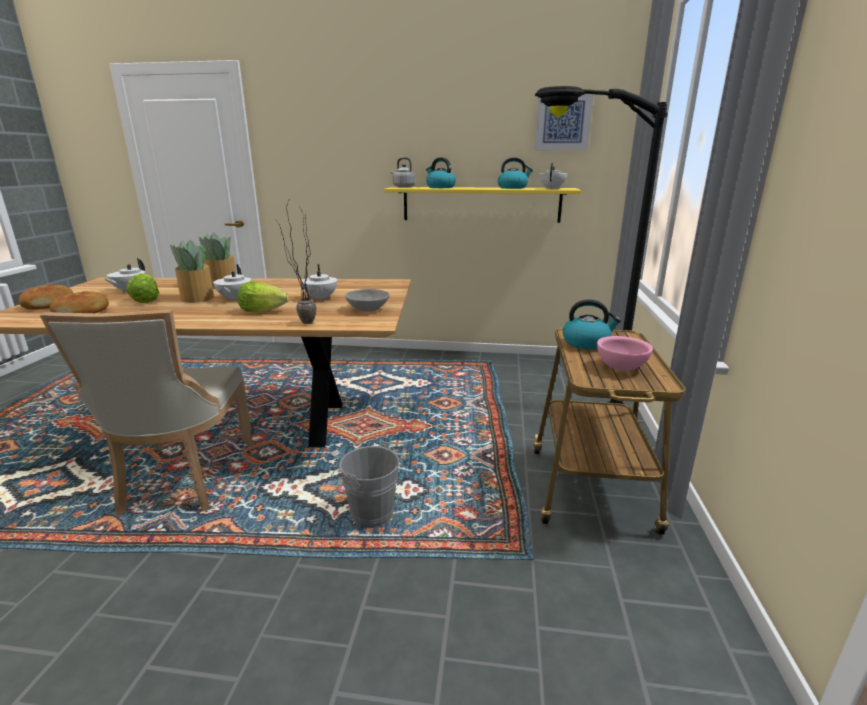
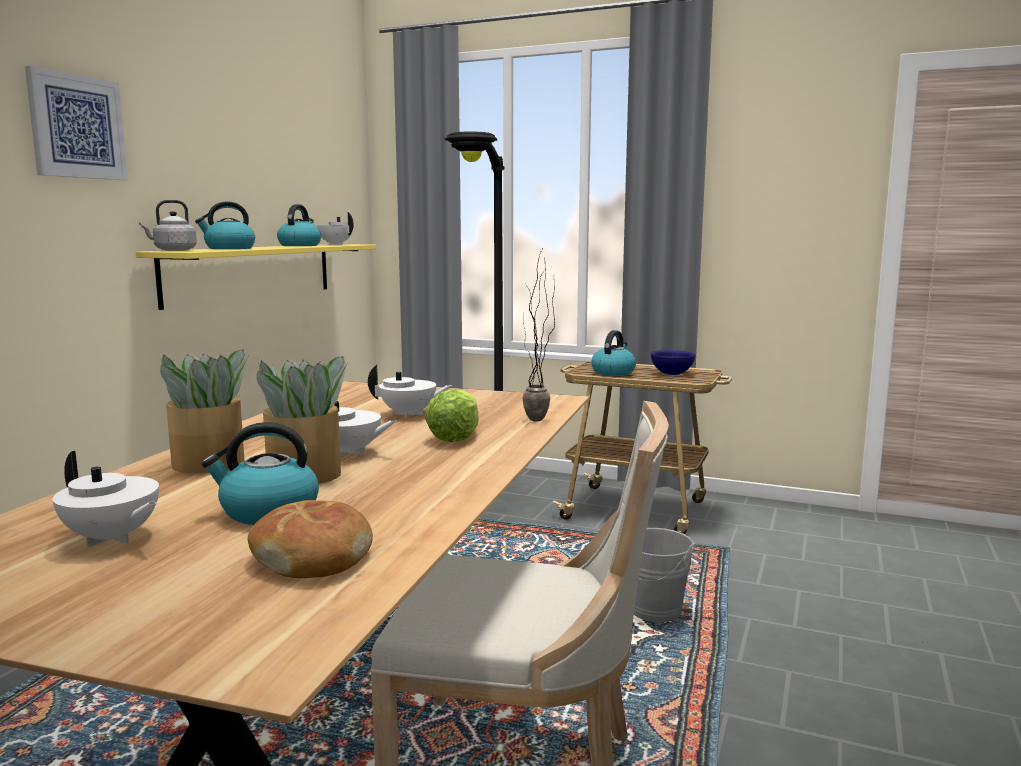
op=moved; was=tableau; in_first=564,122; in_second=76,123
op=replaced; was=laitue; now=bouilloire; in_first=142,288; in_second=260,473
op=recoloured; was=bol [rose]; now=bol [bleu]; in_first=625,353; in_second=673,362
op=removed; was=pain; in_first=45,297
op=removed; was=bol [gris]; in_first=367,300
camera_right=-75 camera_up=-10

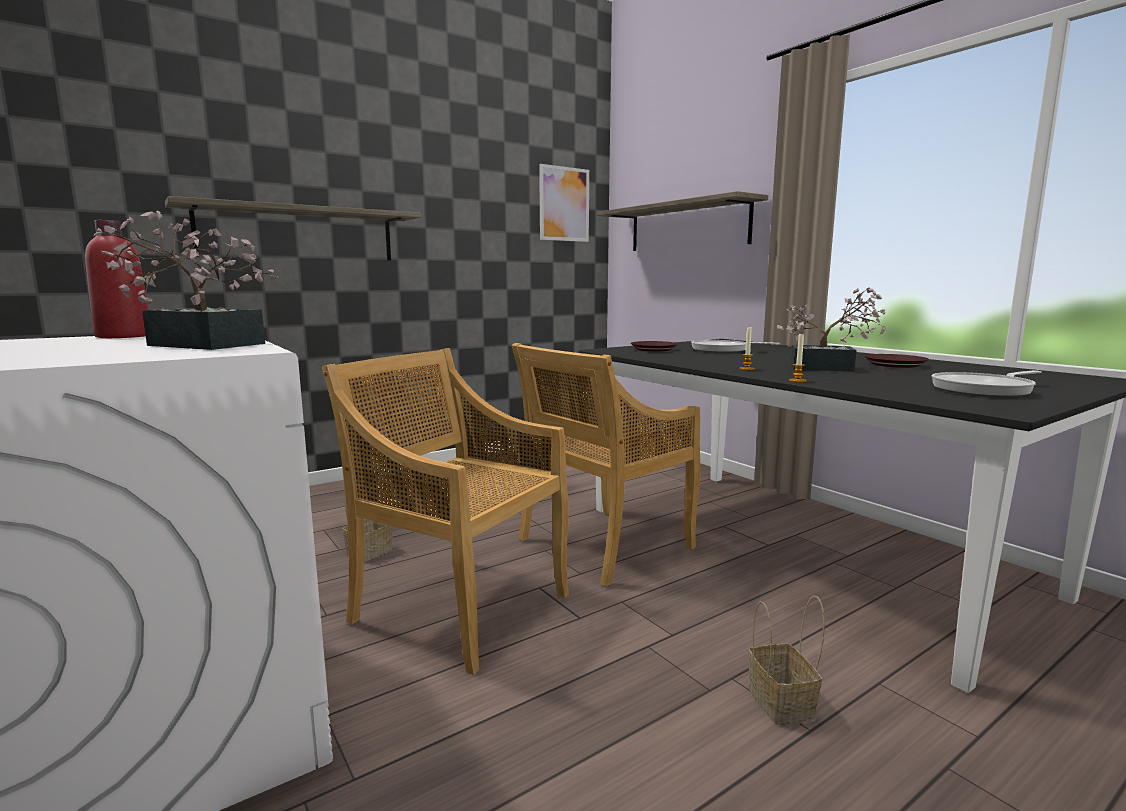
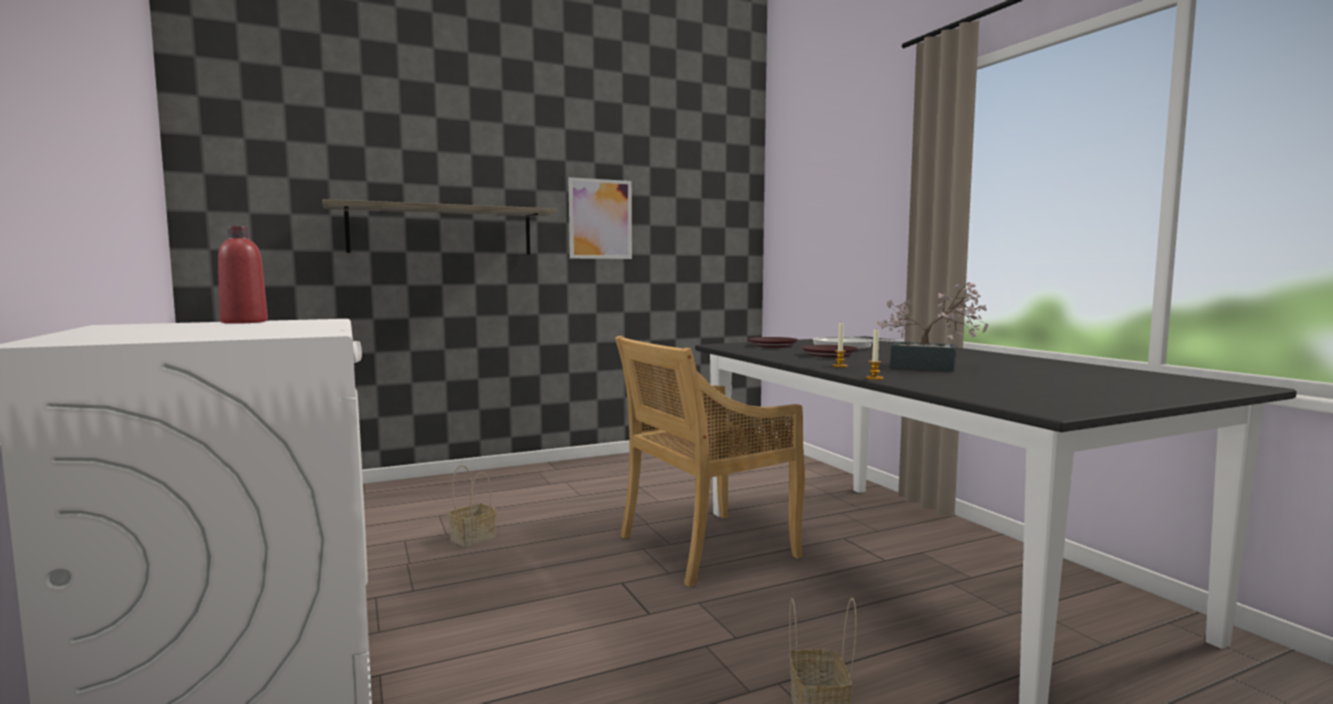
op=moved; was=tableau; in_first=564,203; in_second=600,218
op=moved; was=assiette [marron]; in_first=896,361; in_second=829,351
op=removed; was=plante en pot; in_first=186,280
op=removed; was=chaise [beige]; in_first=445,511
op=removed; was=étagère; in_first=682,221
op=removed; was=poêle; in_first=986,383
camera_right=10 camera_up=-5

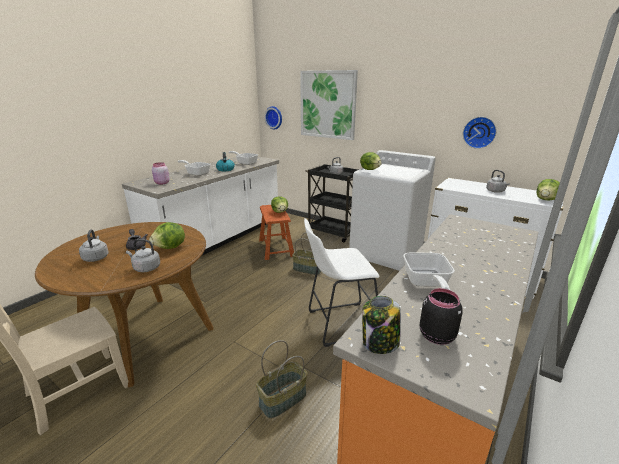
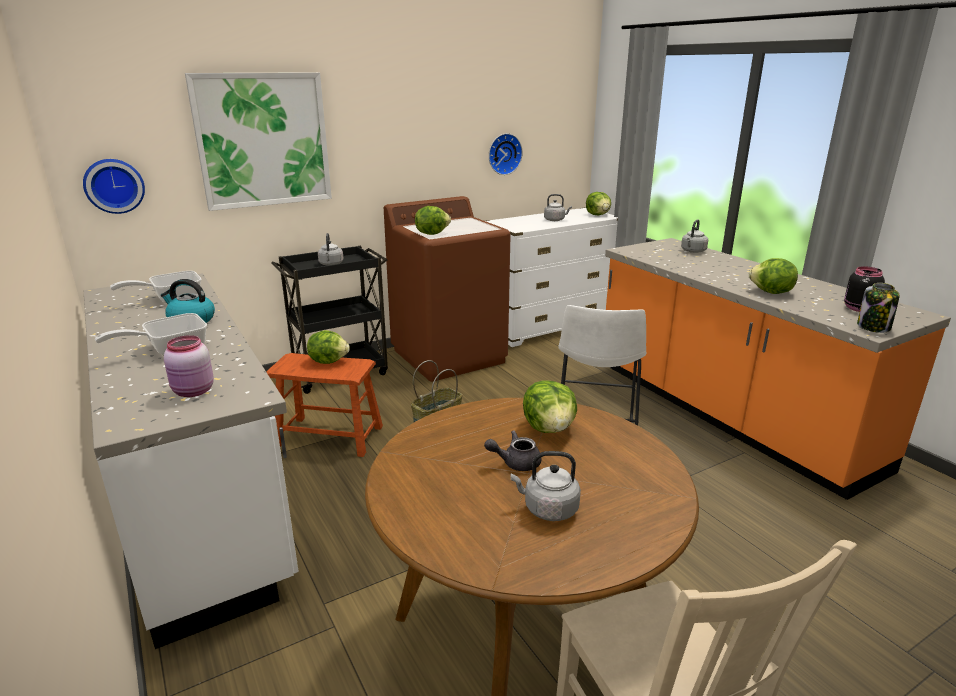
op=recoloured; was=lave-linge [blanc]; now=lave-linge [marron]; in_first=392,210; in_second=447,289
op=moved; was=bouilloire [gris]; in_first=143,255; in_second=694,236
op=replaced; was=poêle; now=laitue; in_first=429,271; in_second=773,276
op=removed; was=panier; in_first=281,379
camera_right=-65 camera_up=0

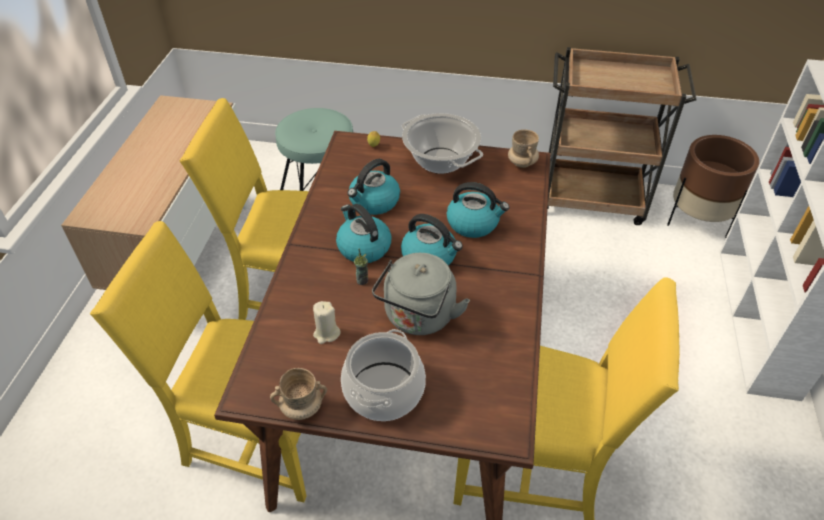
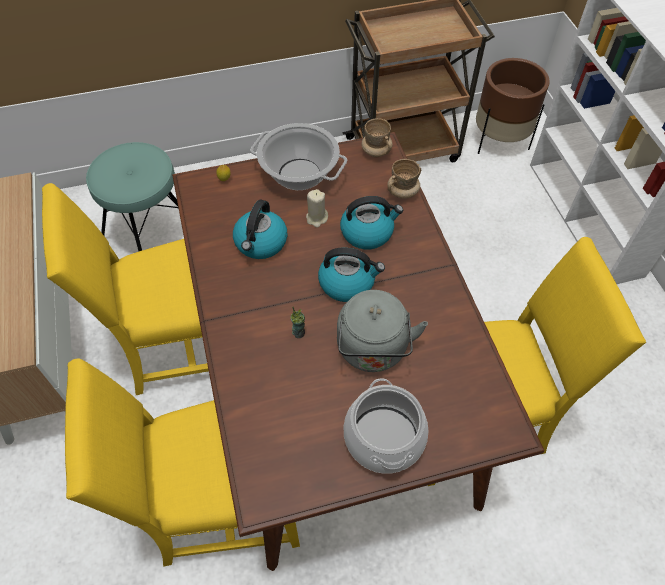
op=moved; was=bougie [beige]; in_first=326,322; in_second=317,208
op=moved; was=mug [beige]; in_first=298,394; in_second=404,179
op=removed; was=bouilloire; in_first=364,233
camera_right=-25 camera_up=10

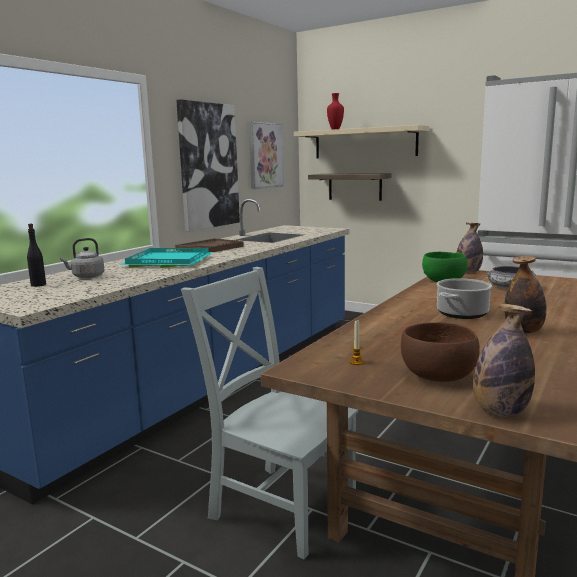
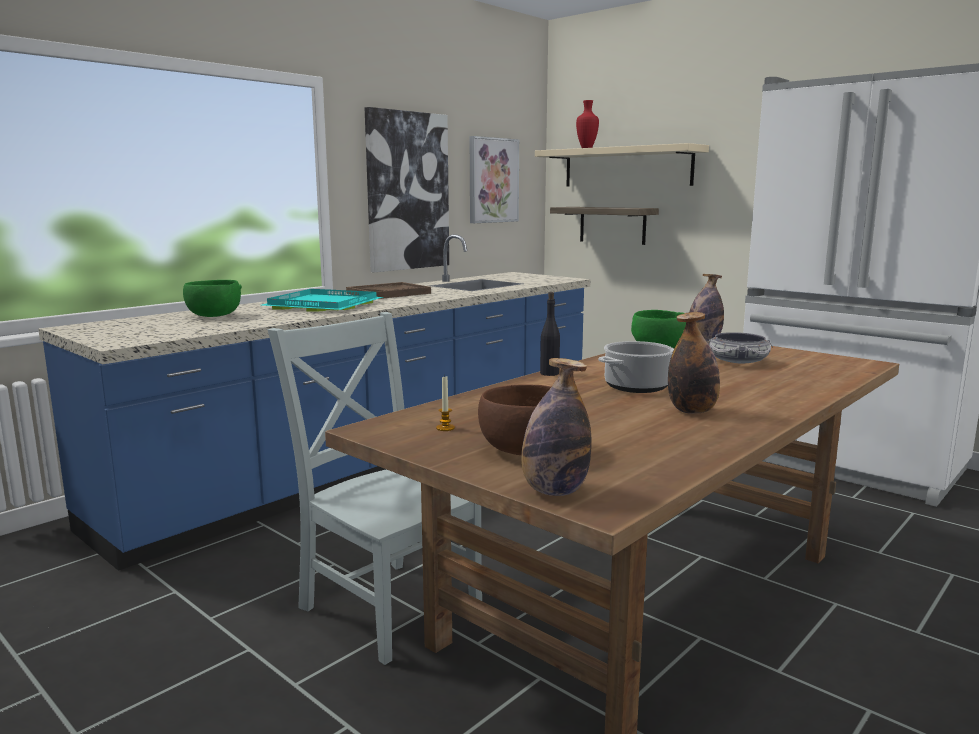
op=replaced; was=bouilloire [gris]; now=bol [vert]; in_first=82,258; in_second=212,298
op=moved; was=bouteille [noir]; in_first=36,255; in_second=550,334
camera_right=10 camera_up=0

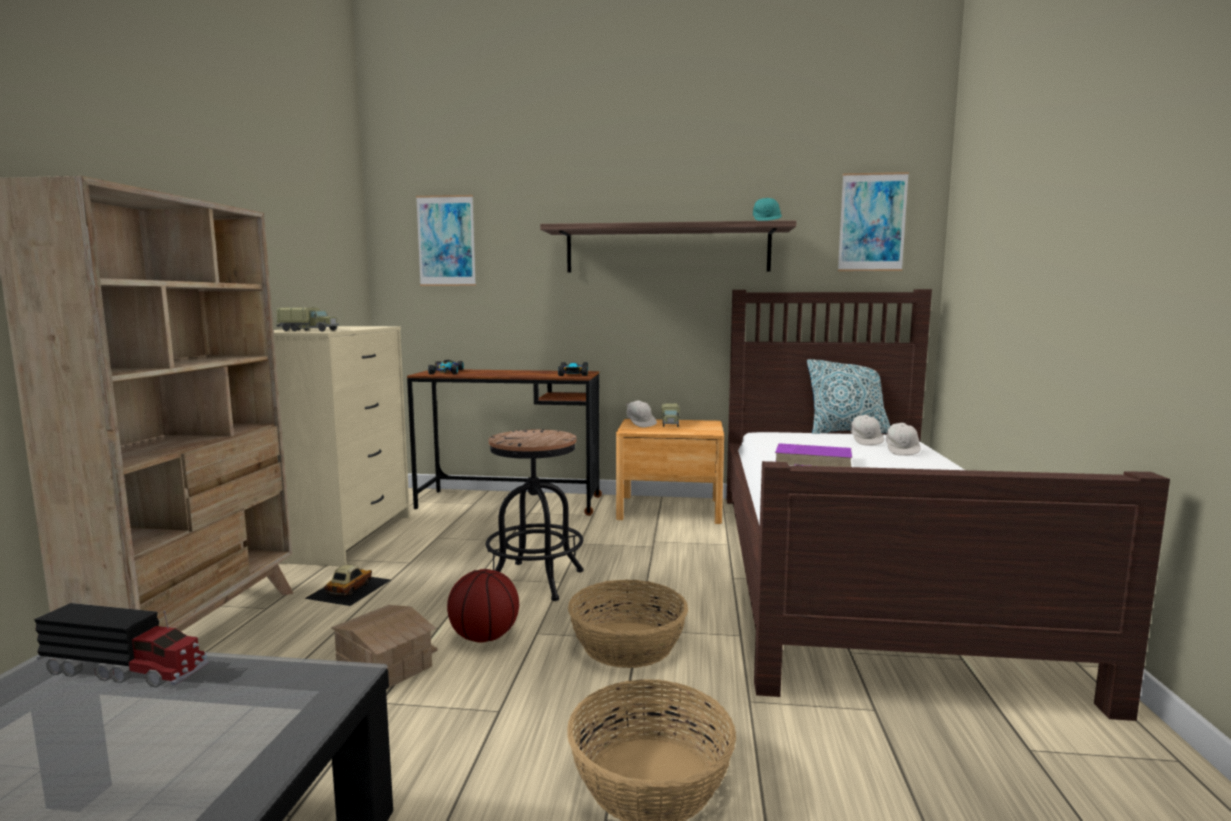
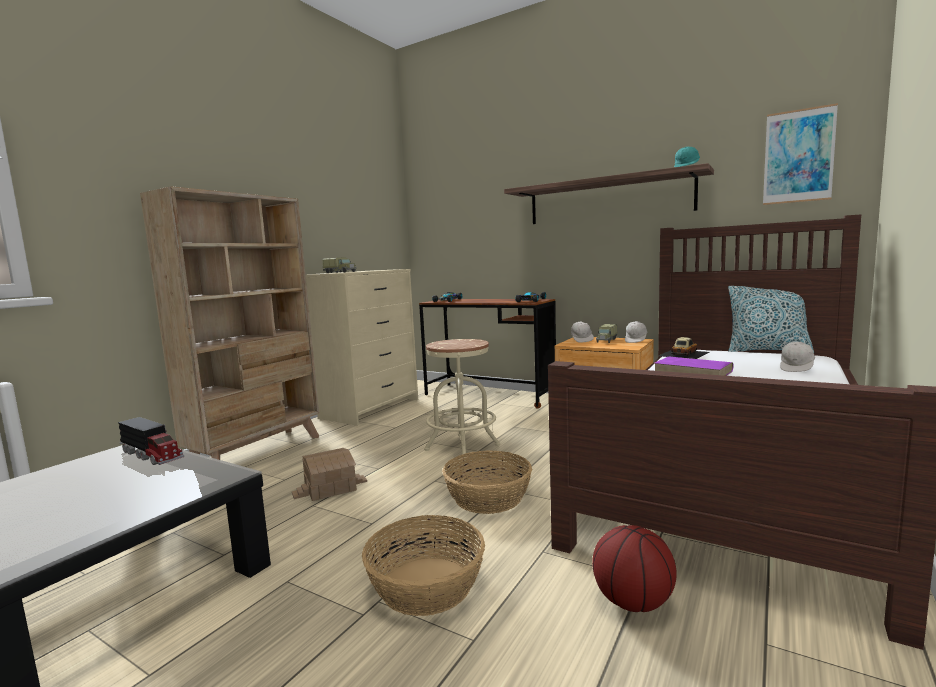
op=recoloured; was=tabouret [noir]; now=tabouret [beige]; in_first=535,515; in_second=462,400
op=moved; was=ballon de basket; in_first=483,606; in_second=634,568
op=moved; was=casquette [blanc]; in_first=867,430; in_second=636,332
op=moved; was=petite voiture; in_first=347,585; in_second=683,348
op=removed; was=tableau; in_first=446,240
camera_right=25 camera_up=0

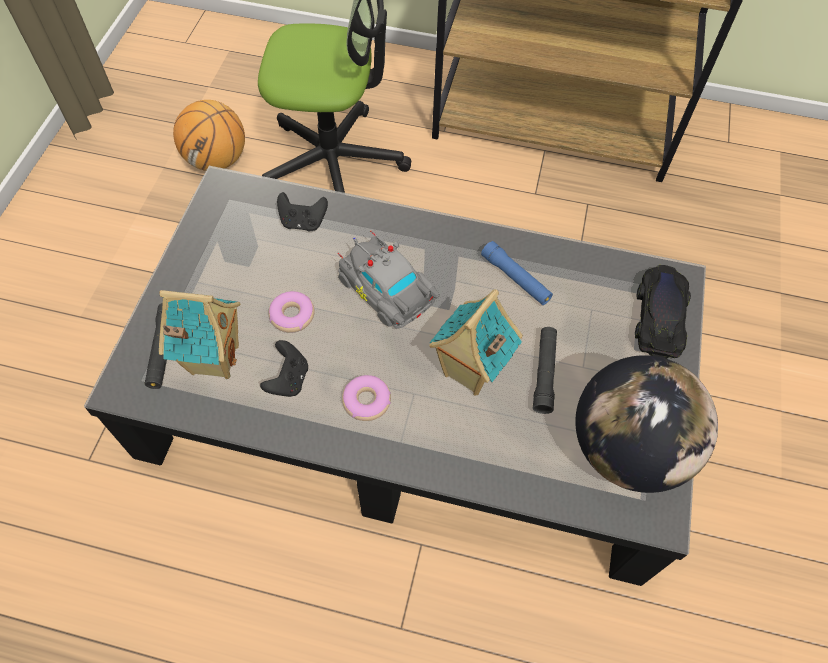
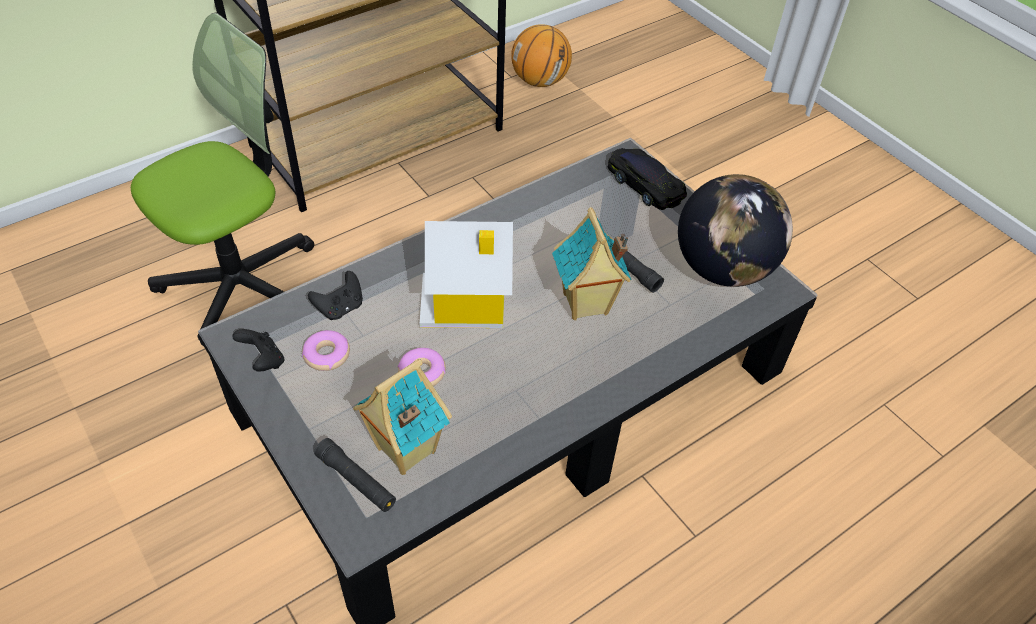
op=moved; was=manette [noir]; in_first=284,368; in_second=258,350
op=moved; was=beignet; in_first=366,398; in_second=326,350
op=replaced; was=petite voiture [gris]; now=maison miniature; in_first=388,279; in_second=466,274
op=moved; was=ballon de basket; in_first=209,135; in_second=541,55
op=removed; was=lampe de poche [bleu]; in_first=517,273
camera_right=-50 camera_up=-10

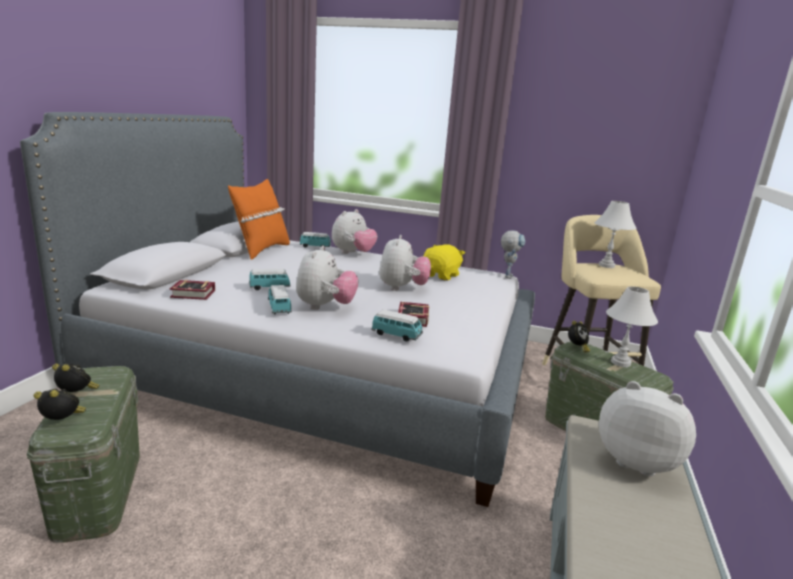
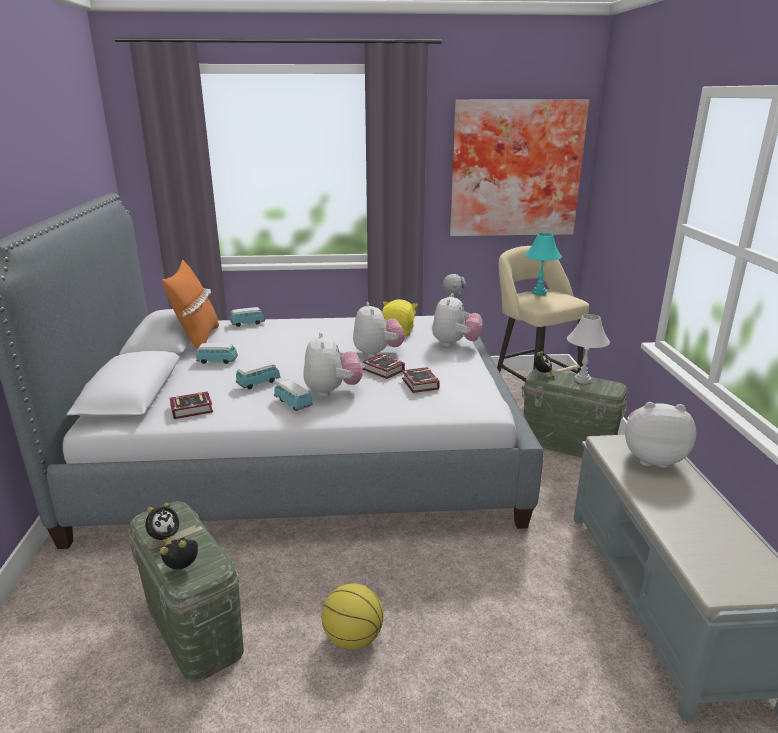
op=turned; was=réveil; in_first=76,378; in_second=162,524; clockwise=120
op=moved; was=petite voiture; in_first=397,326; in_second=217,353
op=added; now=ballon de basket; in_second=352,616
op=added; now=livre; in_second=383,366
op=moved; was=peluche; in_first=355,231; in_second=457,320
op=added; now=tableau; in_second=519,168
op=recoloured; was=lampe de table [blanc]; now=lampe de table [turquoise]; in_first=616,234; in_second=543,264
camera_right=-20 camera_up=5

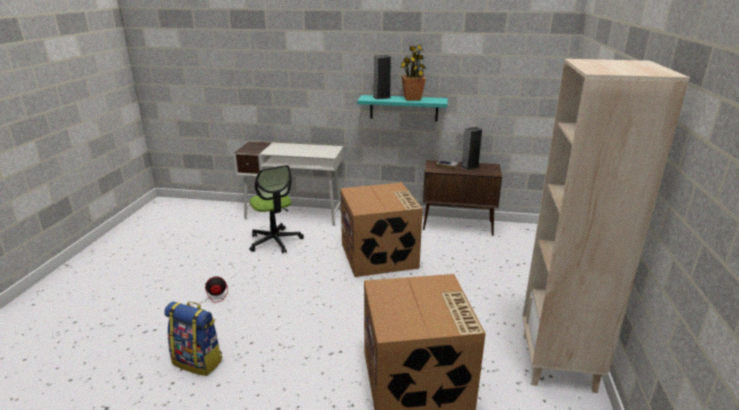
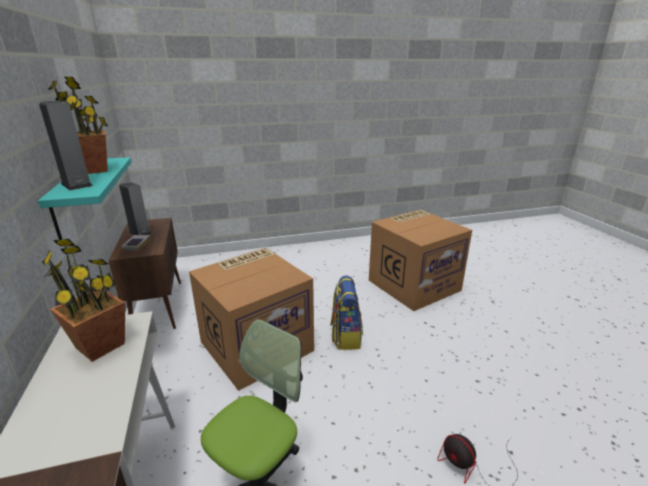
op=added; now=plante en pot; in_second=83,300
op=moved; was=sac à dos; in_first=193,338; in_second=346,313
op=removed; was=bibliothèque [beige]; in_first=606,226
camera_right=-115 camera_up=0

